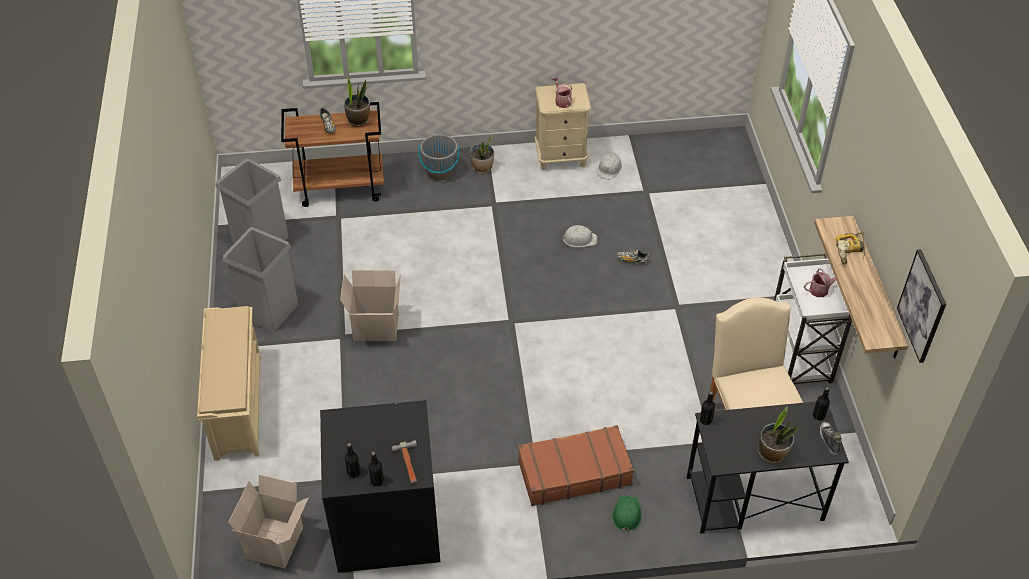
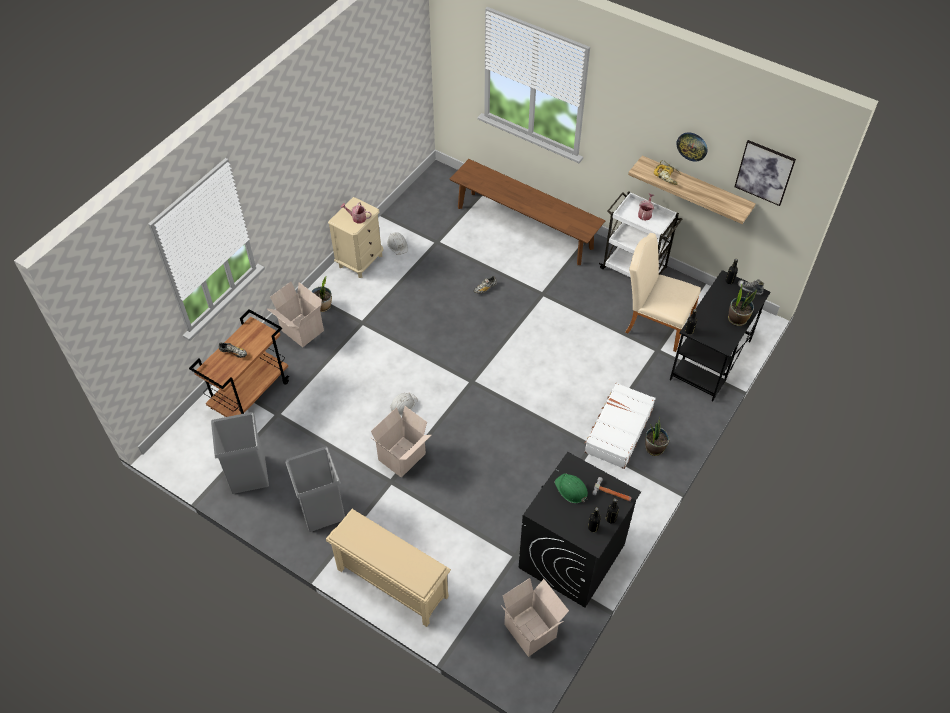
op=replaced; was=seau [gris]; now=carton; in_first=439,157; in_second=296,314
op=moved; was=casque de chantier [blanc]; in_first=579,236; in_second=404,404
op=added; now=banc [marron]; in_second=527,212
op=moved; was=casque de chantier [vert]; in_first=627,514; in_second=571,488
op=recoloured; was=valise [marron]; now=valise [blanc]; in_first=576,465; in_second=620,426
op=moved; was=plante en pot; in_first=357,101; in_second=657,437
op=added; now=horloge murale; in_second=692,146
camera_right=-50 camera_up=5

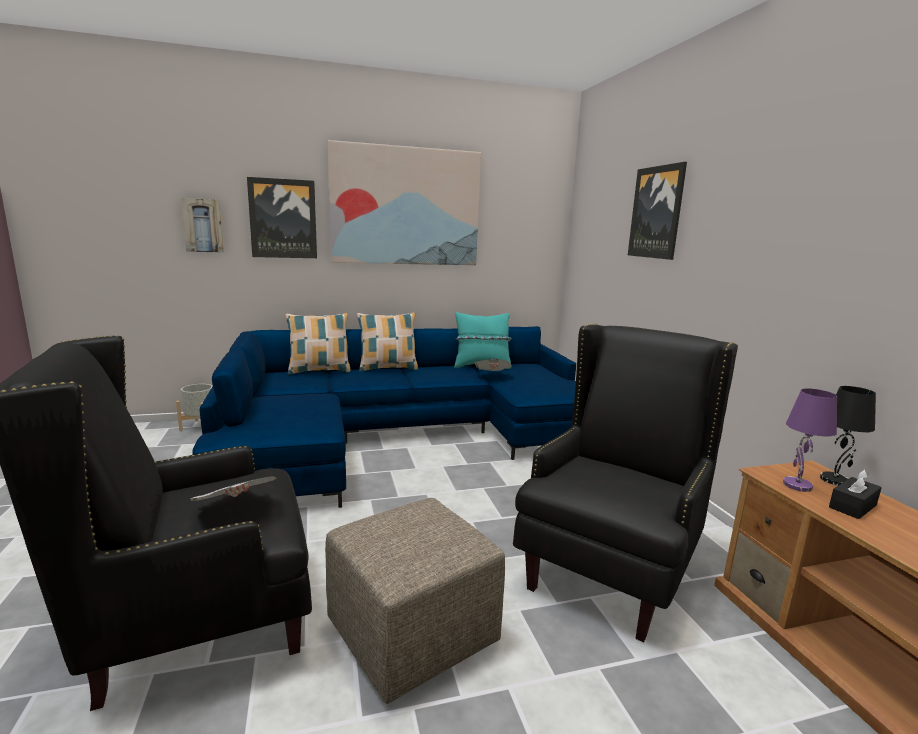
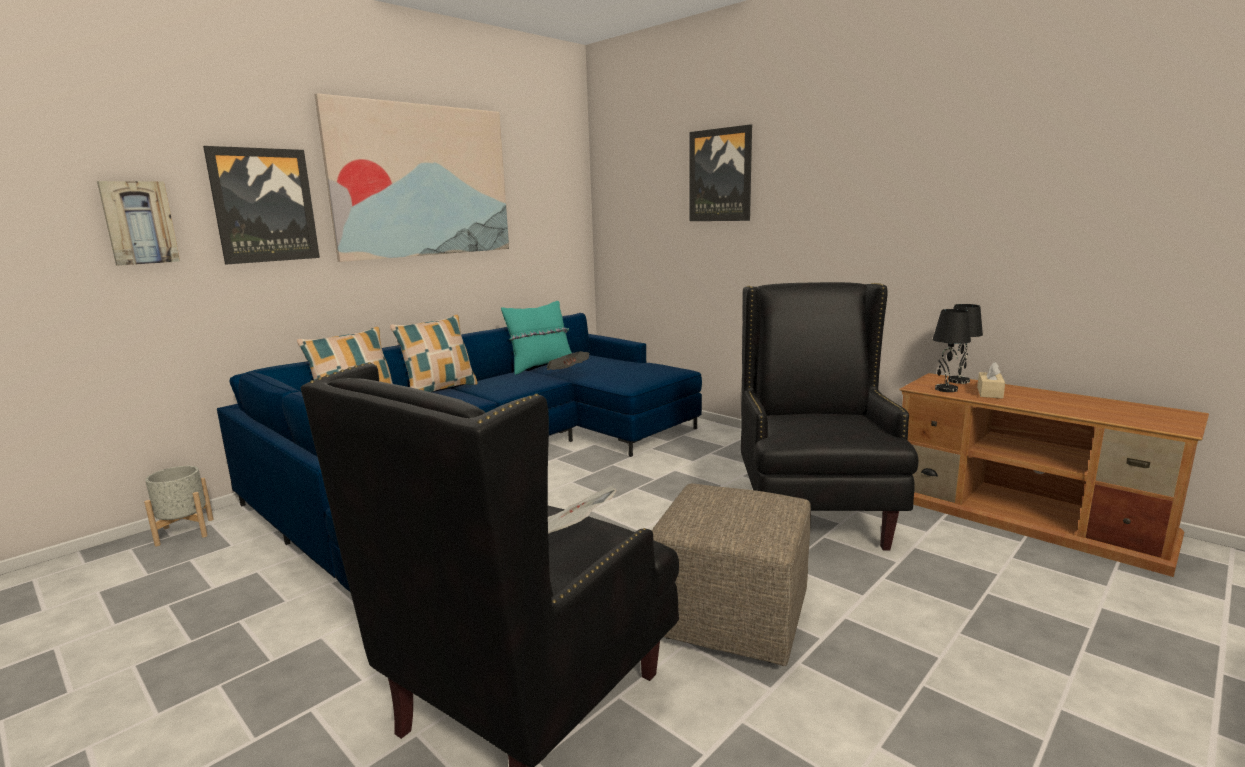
op=recoloured; was=lampe de table [violet]; now=lampe de table [noir]; in_first=810,440; in_second=952,350
op=recoloured; was=boîte à mouchoirs [noir]; now=boîte à mouchoirs [beige]; in_first=855,494; in_second=991,380
camera_right=-30 camera_up=0

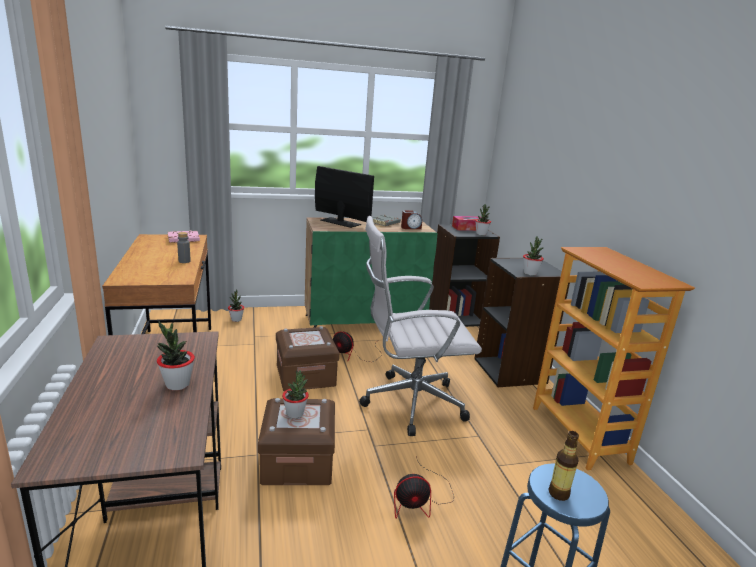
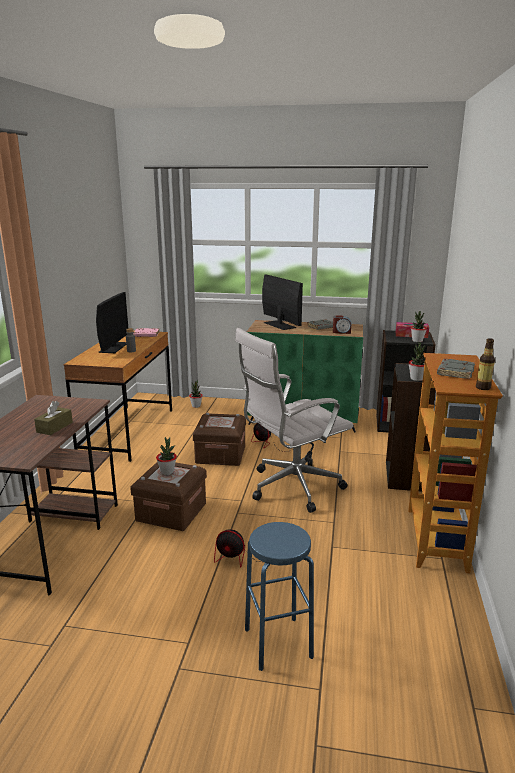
op=replaced; was=plante en pot; now=boîte à mouchoirs [marron]; in_first=176,355; in_second=53,418
op=added; now=écran d'ordinateur; in_second=112,322
op=turned; was=chaise de bureau [blanc]; in_first=420,326; in_second=294,420; clockwise=-45
op=added; now=livre [gris]; in_second=456,369
op=moved; was=bouteille; in_first=564,466; in_second=485,364
camera_right=25 camera_up=0

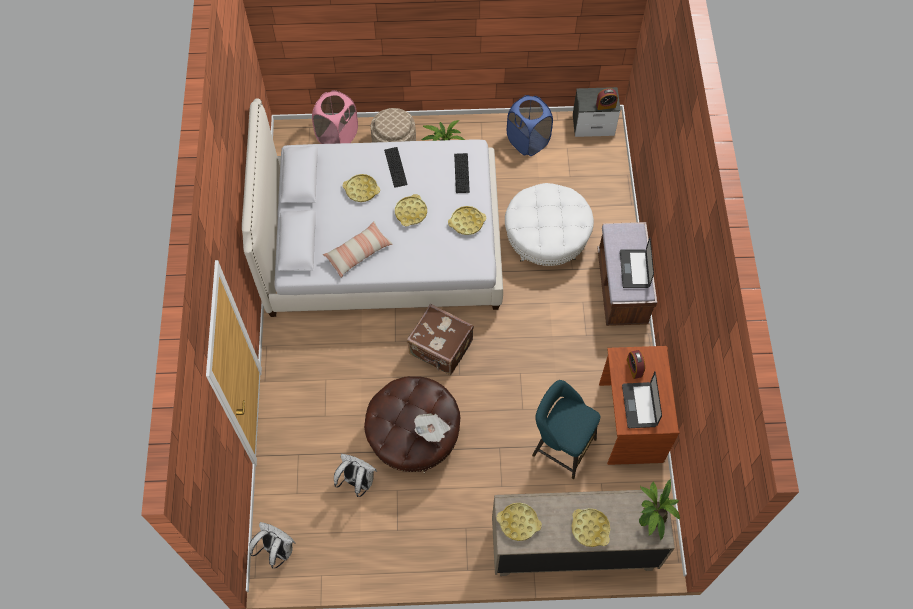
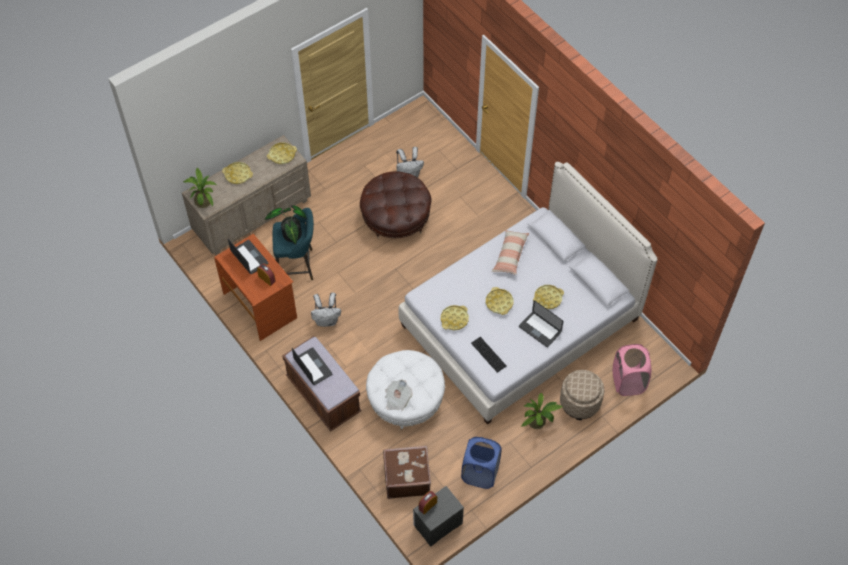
op=added; now=plante en pot; in_second=286,225
op=moved; was=sac à dos [blanc]; in_first=272,545; in_second=326,309
op=moved; was=valise [marron]; in_first=440,339; in_second=407,472
op=moved; was=journal; in_first=432,428; in_second=399,395
op=replaced; was=clavier; now=ordinateur portable; in_first=396,167; in_second=541,323
camera_right=145 camera_up=-5

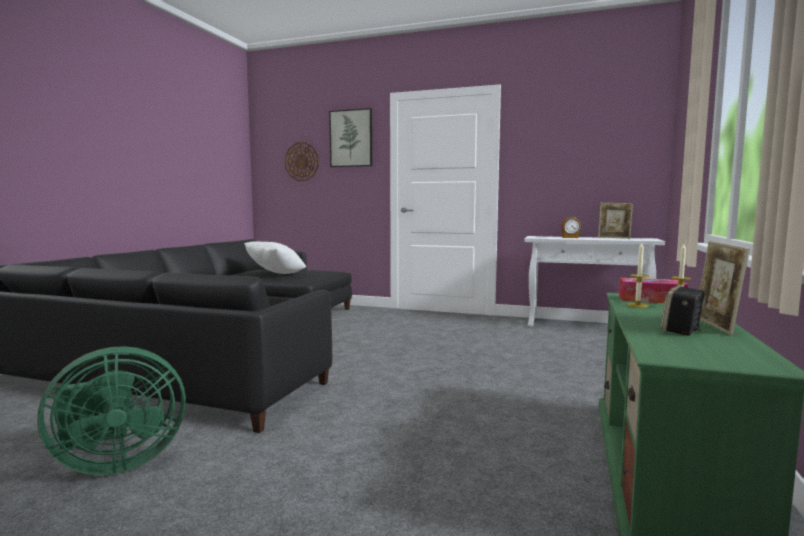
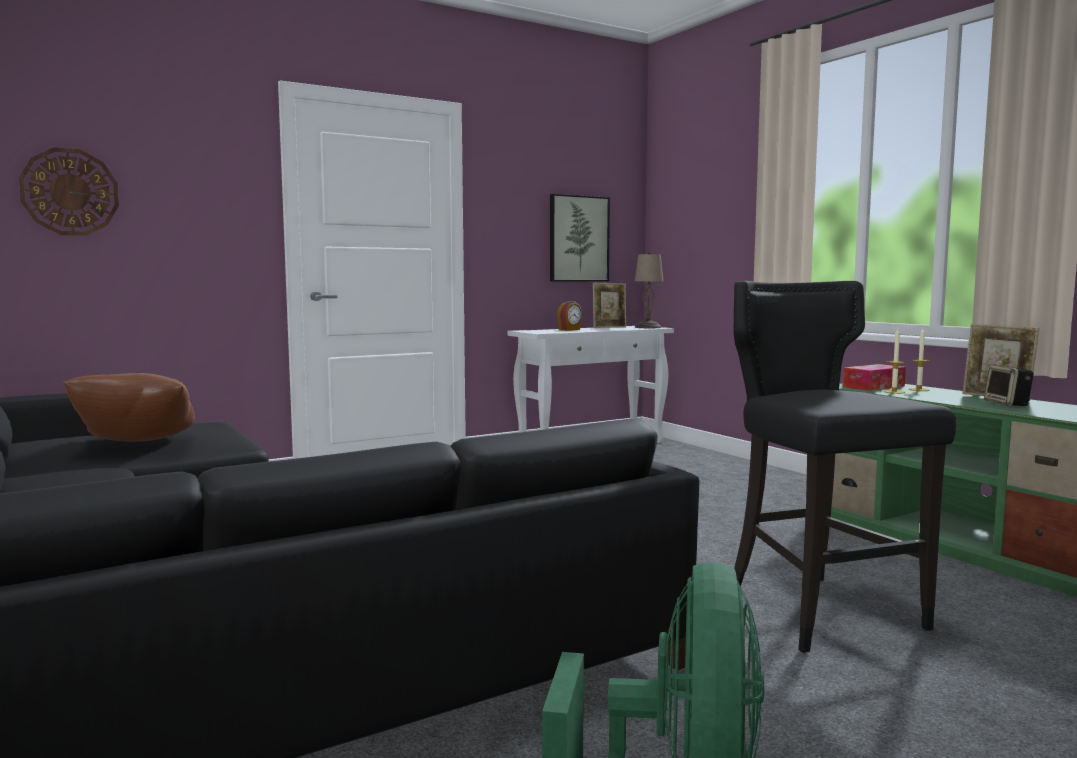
op=recoloured; was=coussin [blanc]; now=coussin [marron]; in_first=275,257; in_second=129,407
op=moved; was=tableau; in_first=350,137; in_second=580,237
op=added; now=lampe de table [beige]; in_second=649,290
op=added; now=tabouret [noir]; in_second=845,467
camera_right=-50 camera_up=0

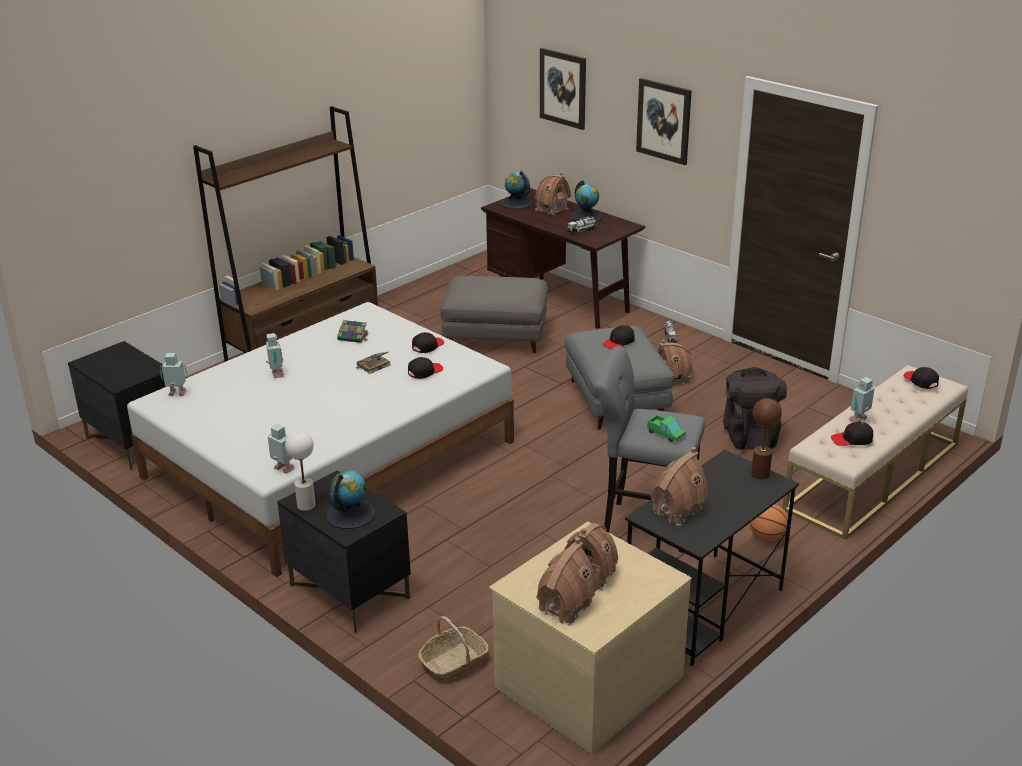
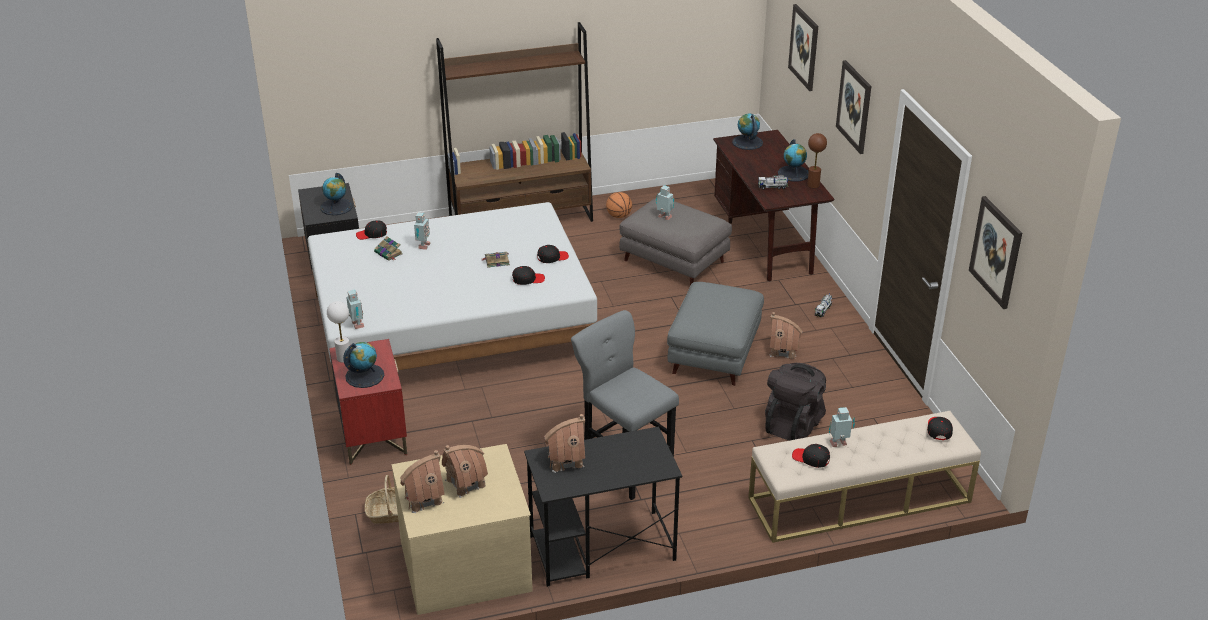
op=added; now=globe; in_second=336,194
op=recoloured; was=table de chevet [noir]; now=table de chevet [rouge]; in_first=344,551; in_second=368,402
op=moved; was=casquette [noir]; in_first=618,337; in_second=371,230
op=moved; was=livre; in_first=352,331; in_second=388,248
op=moved; was=ballon de basket; in_first=769,523; in_second=619,205
op=moved; was=robot jouet; in_first=174,374; in_second=665,202
op=moved; was=lampe de table [marron]; in_first=766,438; in_second=817,160
op=added; now=tableau; in_second=995,252
op=removed; was=maison miniature; in_first=553,194
op=removed; was=camion jouet; in_first=666,428
camera_right=30 camera_up=5

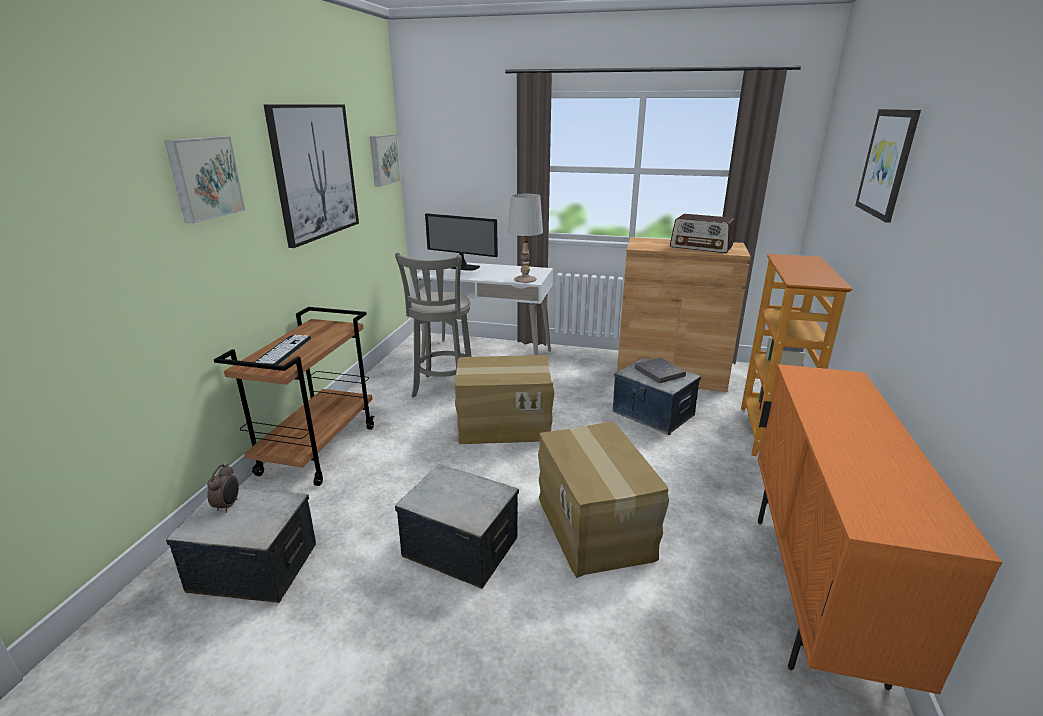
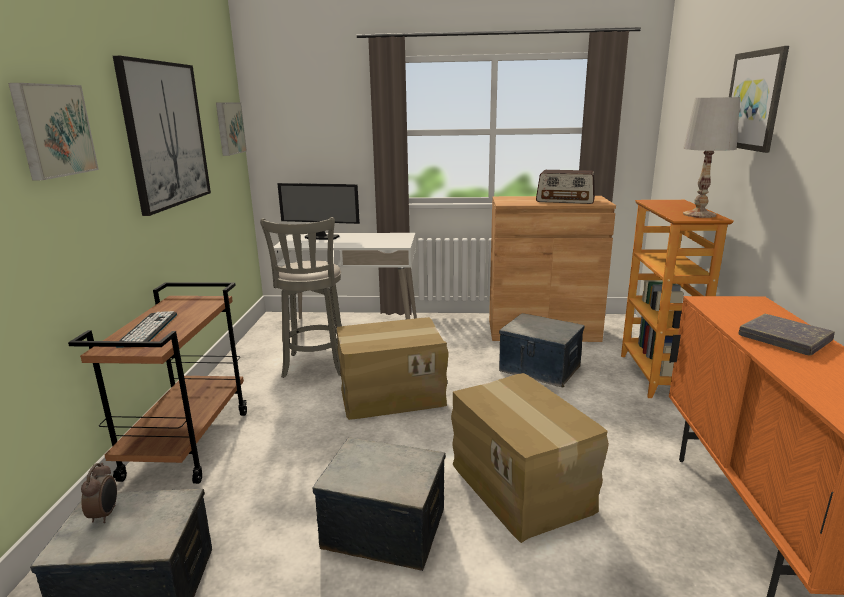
op=moved; was=lampe de table [blanc]; in_first=525,238; in_second=711,157
op=moved; was=livre [gris]; in_first=660,370; in_second=786,335
camera_right=-10 camera_up=-5

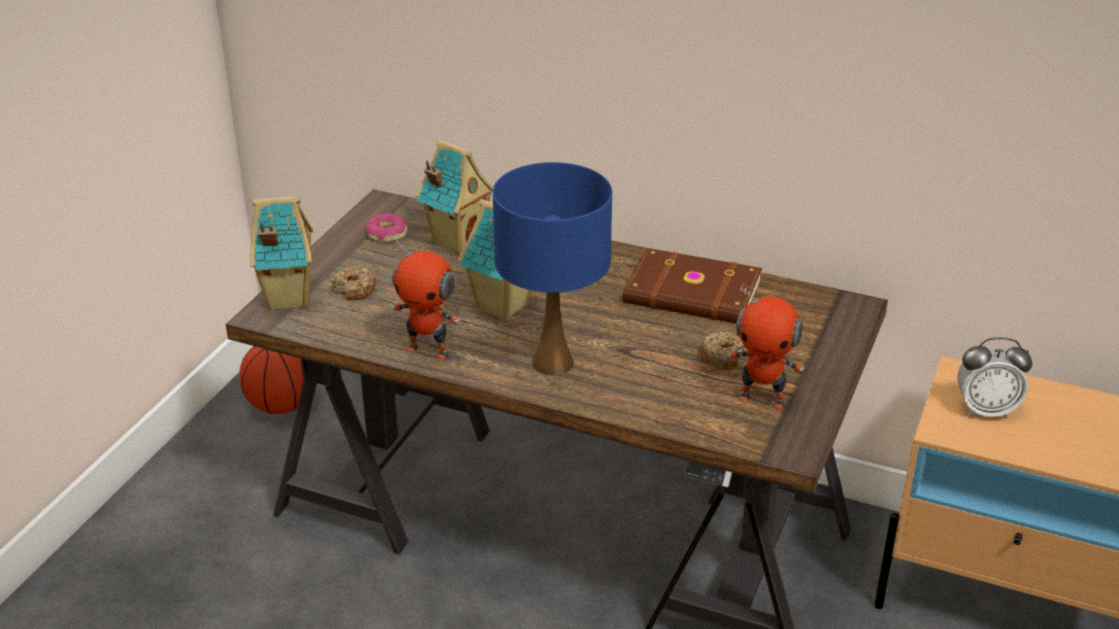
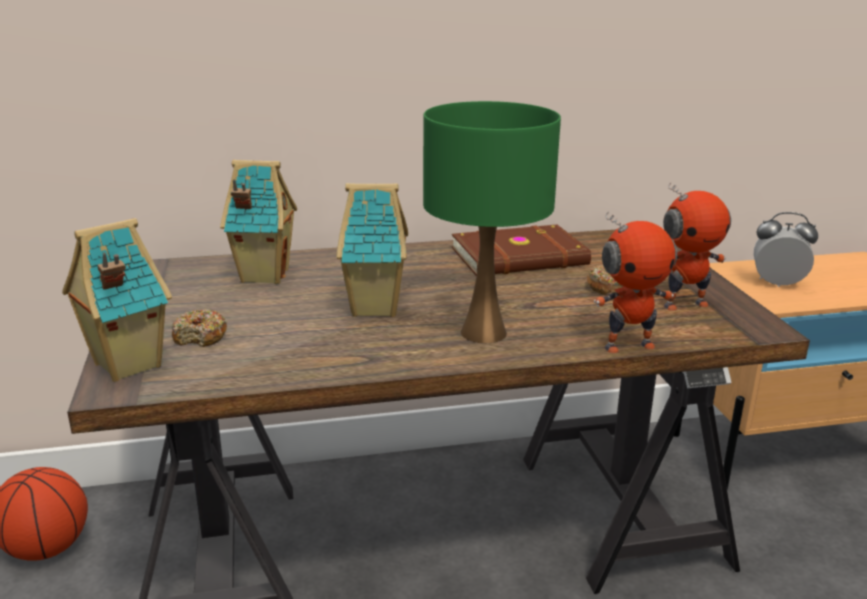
op=recoloured; was=lampe de table [bleu]; now=lampe de table [vert]; in_first=552,268; in_second=492,222
op=moved; was=robot jouet; in_first=426,299; in_second=635,282
op=turned; was=réveil; in_first=995,377; in_second=786,249; clockwise=-135
op=removed; was=beignet; in_first=386,227
camera_right=-35 camera_up=-10

